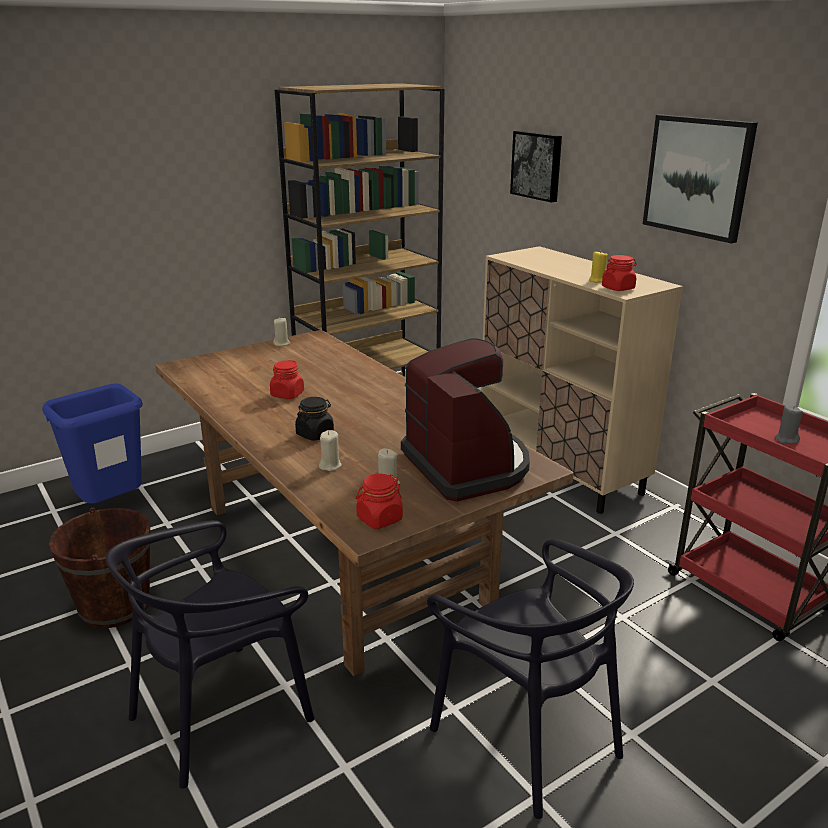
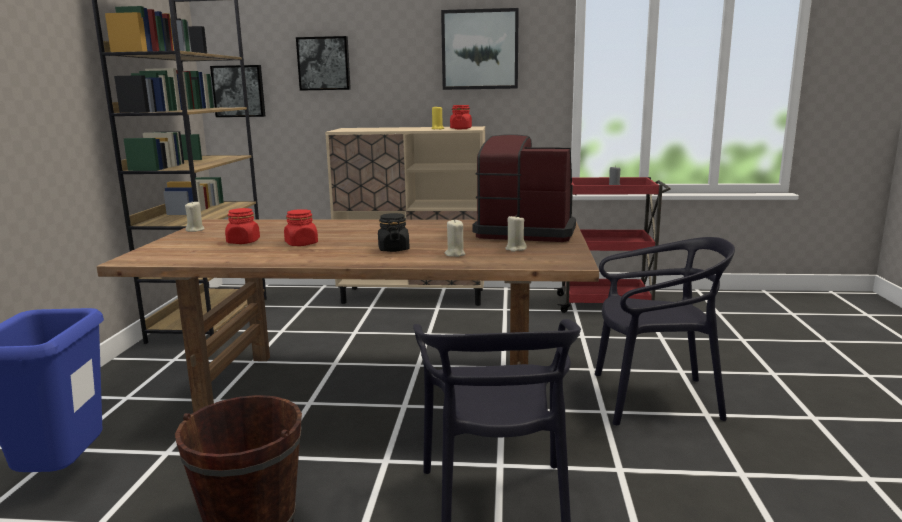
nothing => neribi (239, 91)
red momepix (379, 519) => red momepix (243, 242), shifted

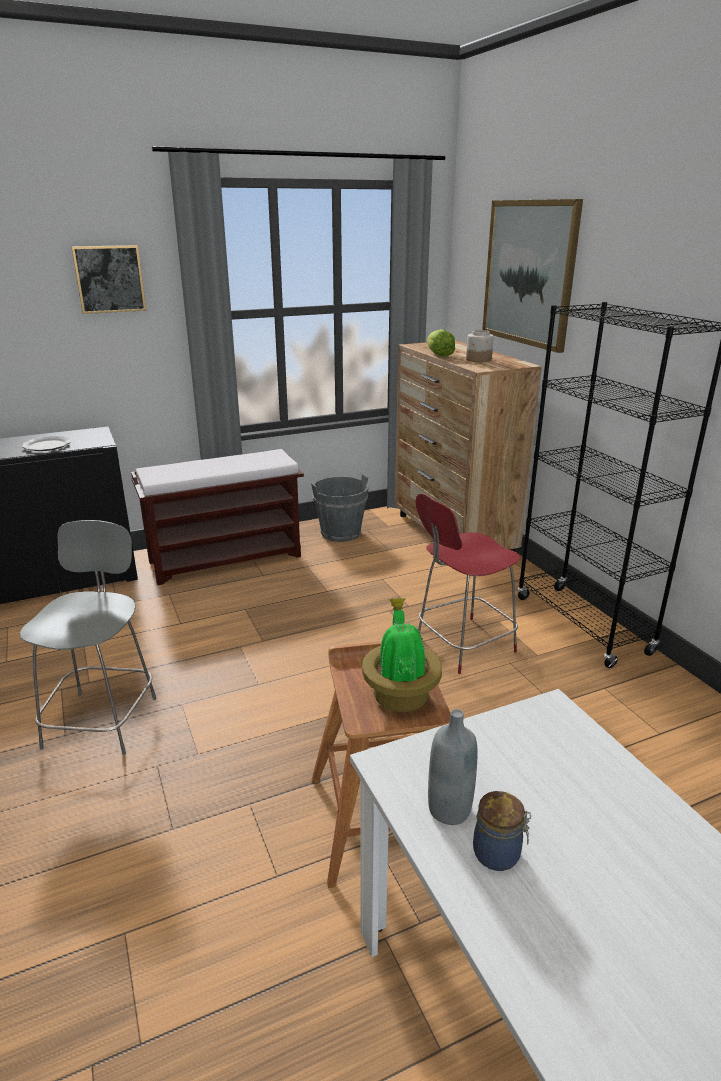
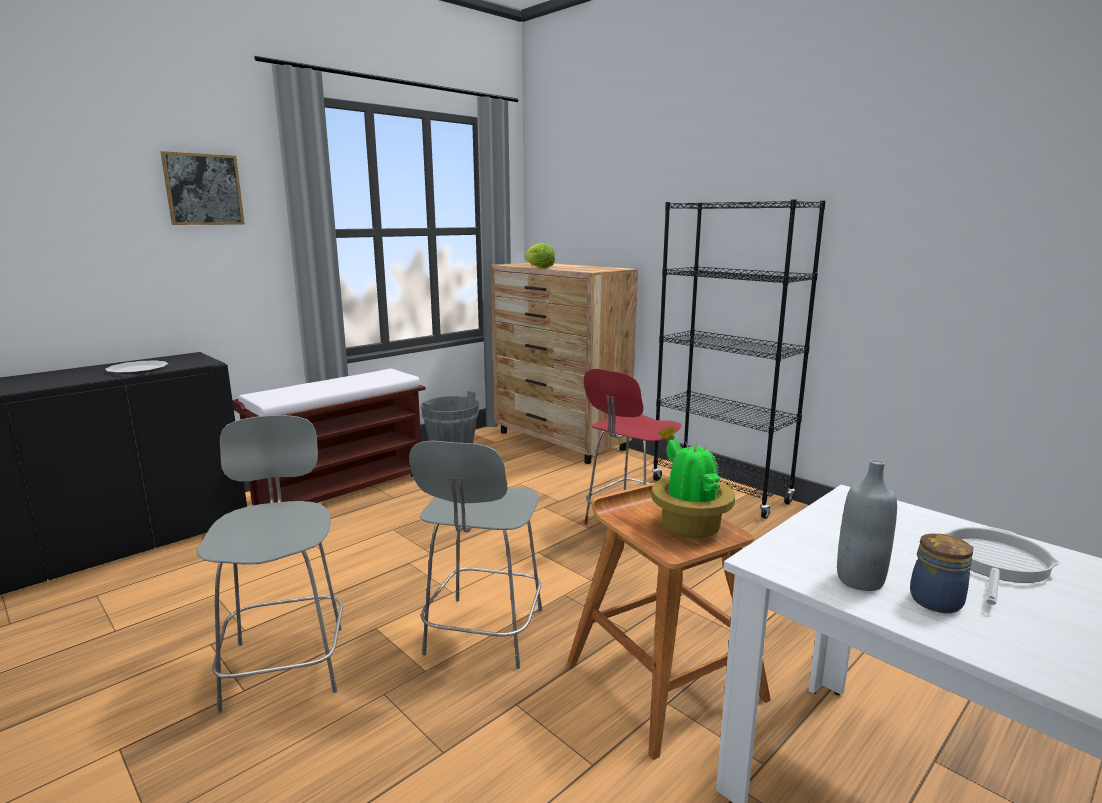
momepix (478, 360) => nothing
neribi (529, 273) => nothing
nothing => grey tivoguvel (483, 634)
nothing => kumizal (994, 563)

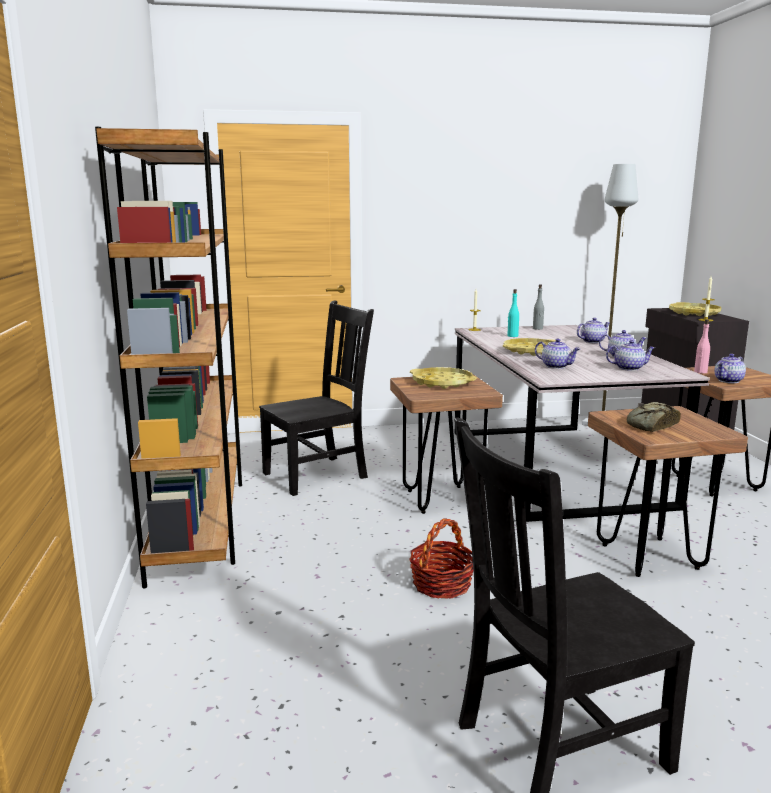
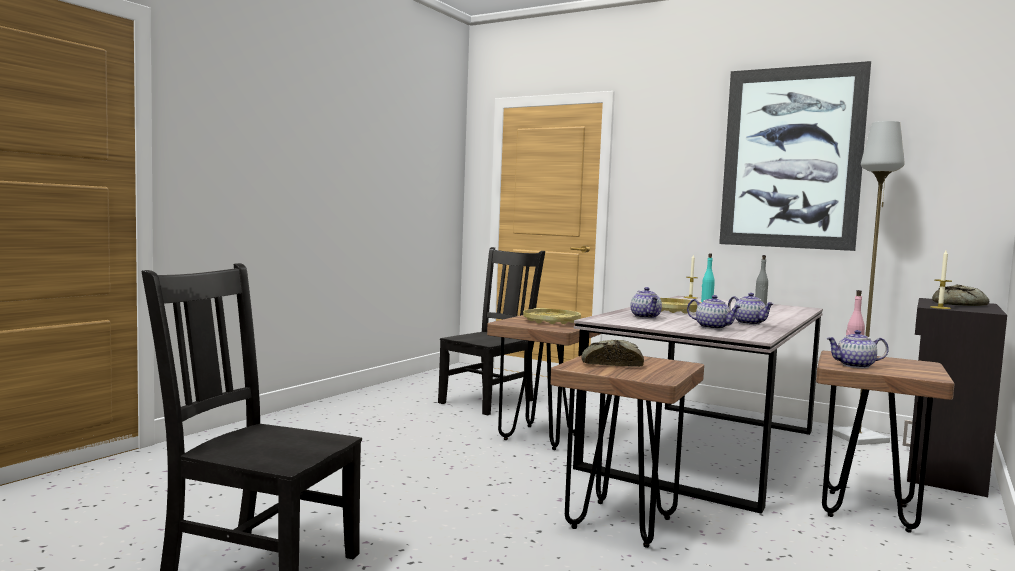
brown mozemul (200, 522) => nothing
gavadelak (441, 584) => nothing
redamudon (592, 341) => nothing
nothing => neribi (791, 158)
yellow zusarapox (694, 313) => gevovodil (960, 304)
black tivoguvel (318, 475) => black tivoguvel (489, 401), 60 degrees counterclockwise

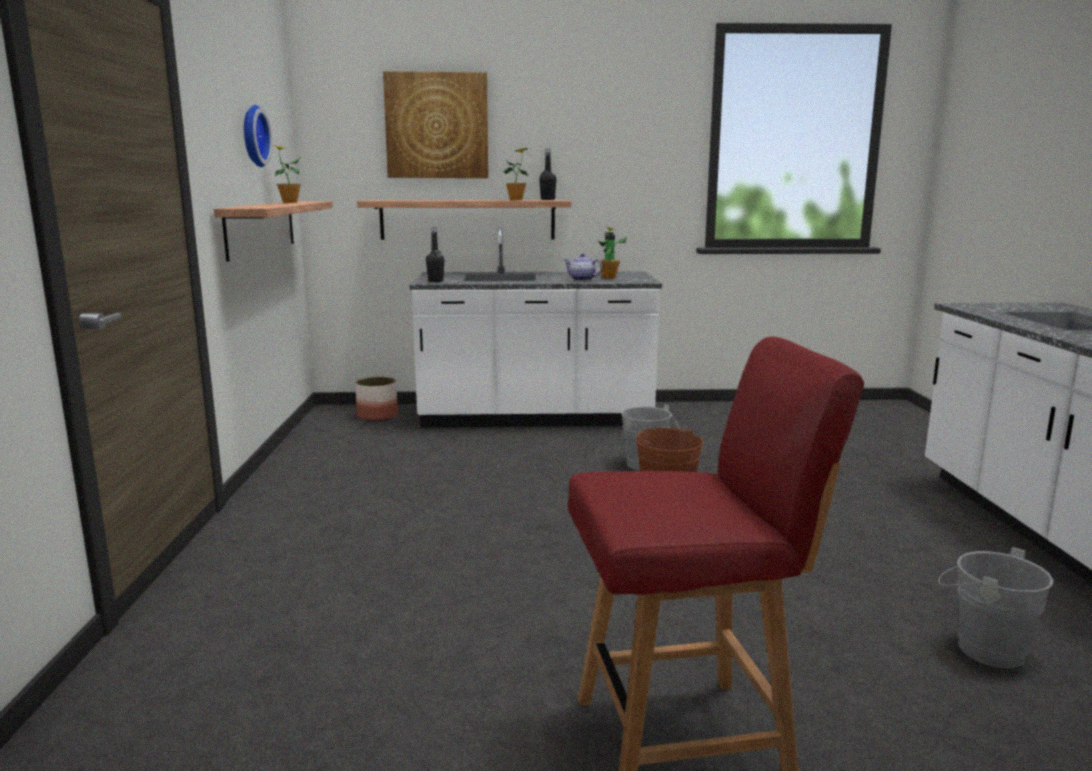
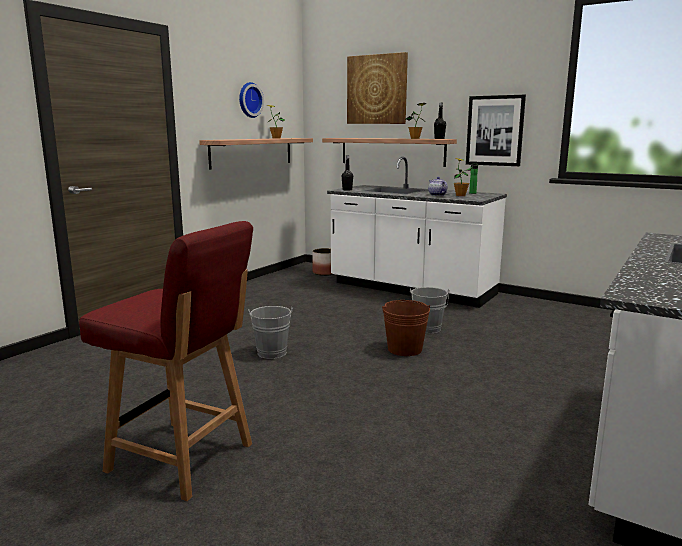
nothing => neribi (495, 130)
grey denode (983, 647) => grey denode (271, 351), shifted

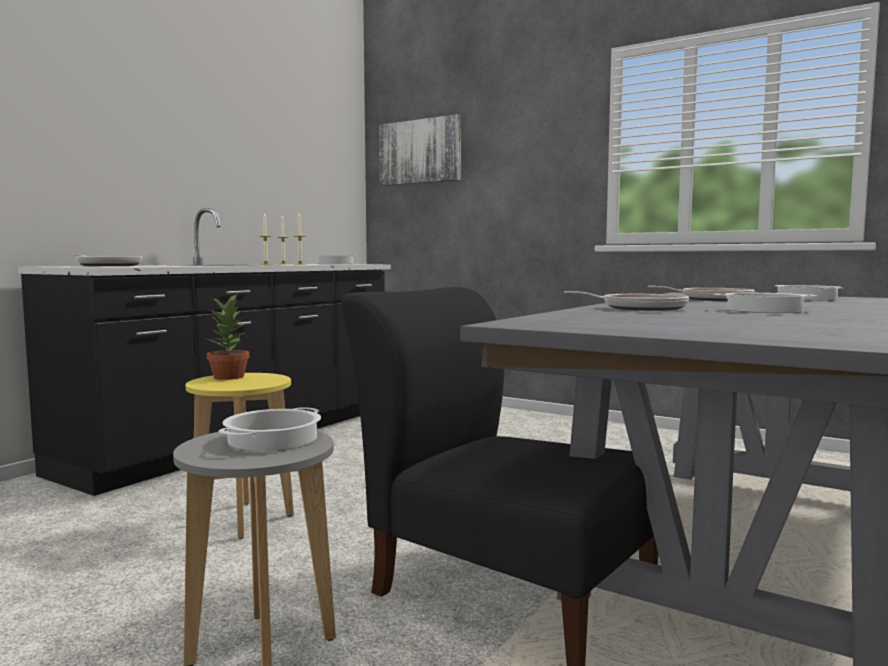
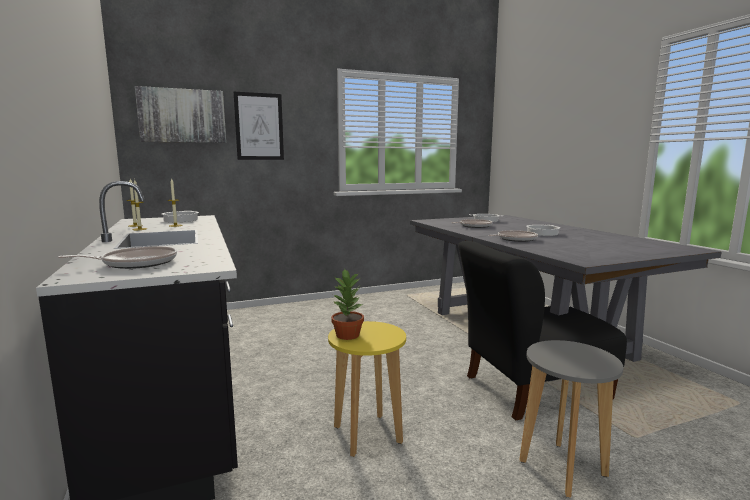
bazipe (272, 439) => nothing
nothing => neribi (259, 126)

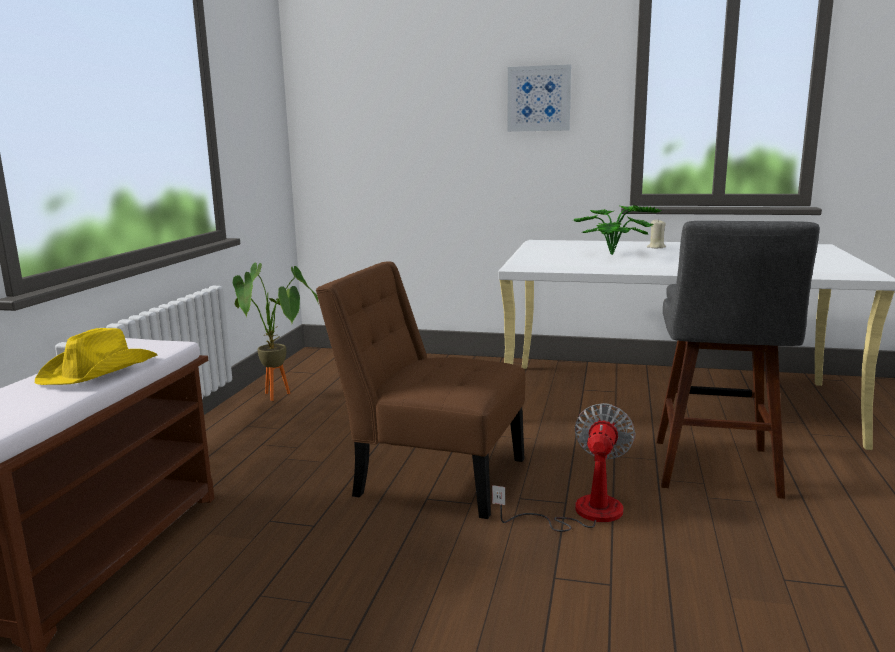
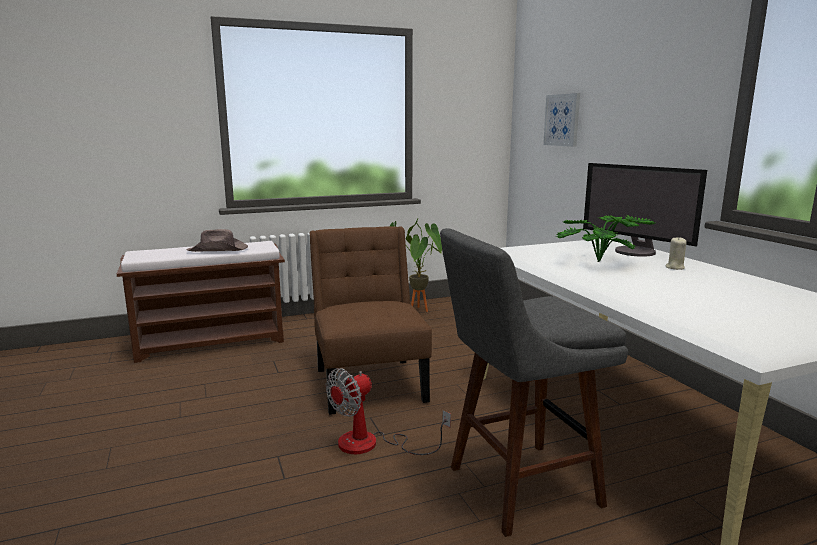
nothing => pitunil (636, 252)
neribi (539, 98) => neribi (562, 120), shifted
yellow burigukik (100, 370) => brown burigukik (218, 250)
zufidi (582, 513) => zufidi (372, 444), 150 degrees clockwise

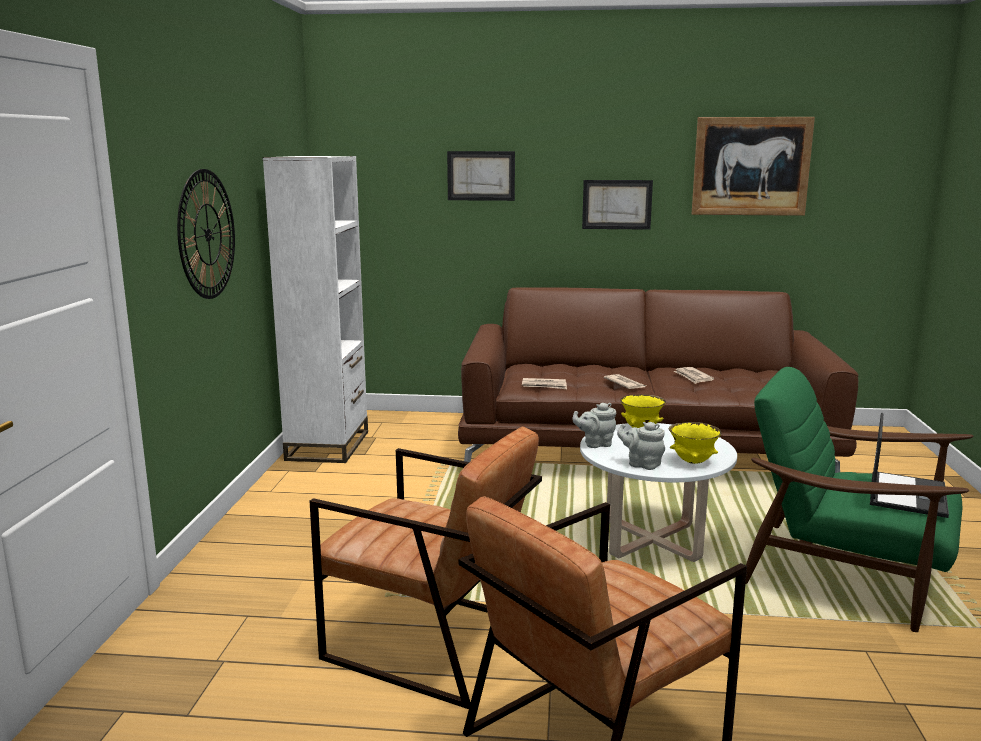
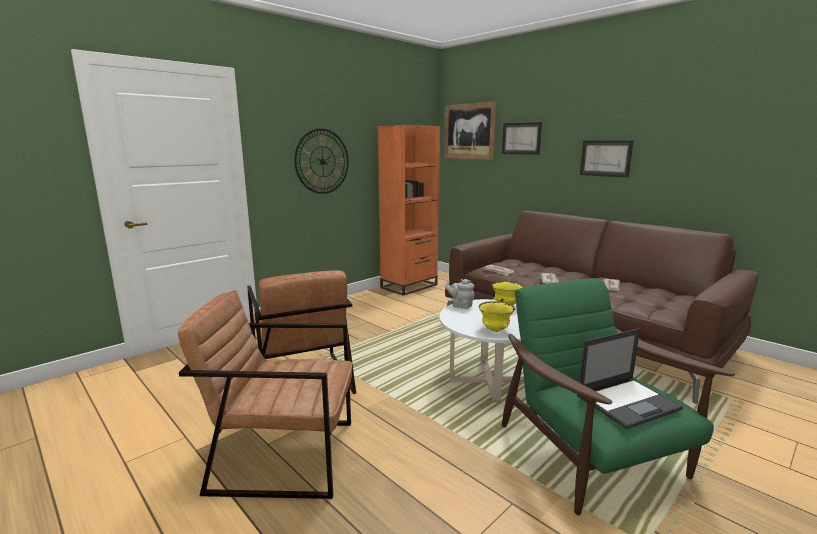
grey redamudon (642, 464) => nothing
neribi (751, 166) => neribi (469, 131), shifted
white mozemul (328, 445) => orange mozemul (409, 286)

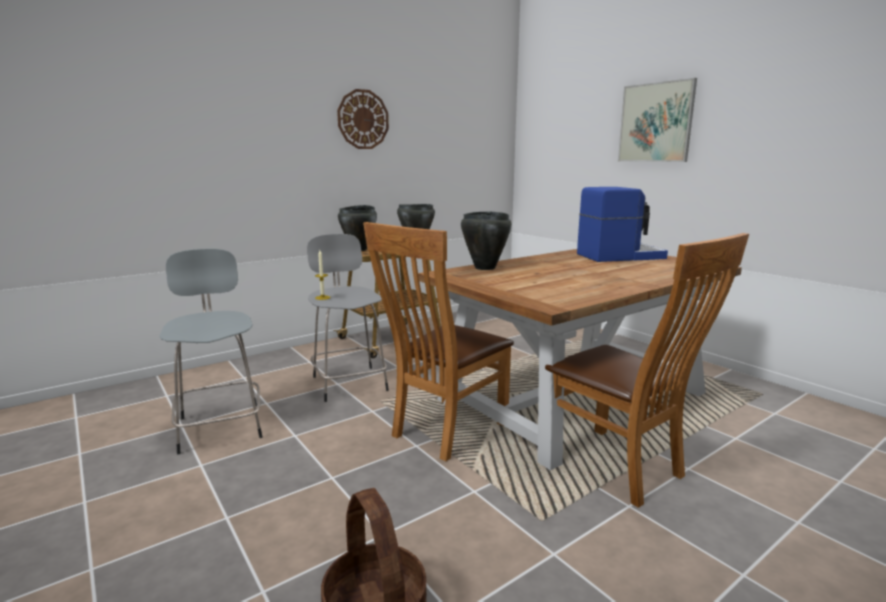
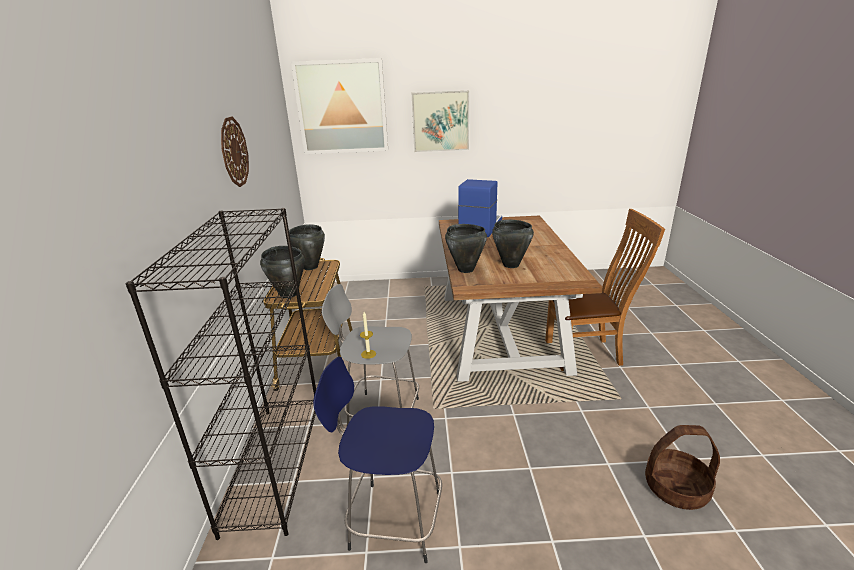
brown tivoguvel (443, 431) => nothing
nothing => black mozemul (275, 463)
nothing => neribi (342, 107)
nothing => black bazipe (511, 265)
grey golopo (220, 426) => blue golopo (392, 519)

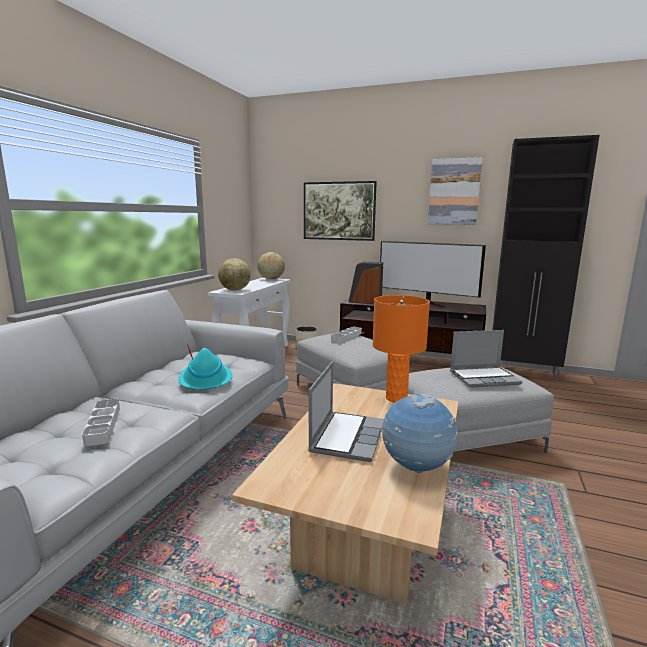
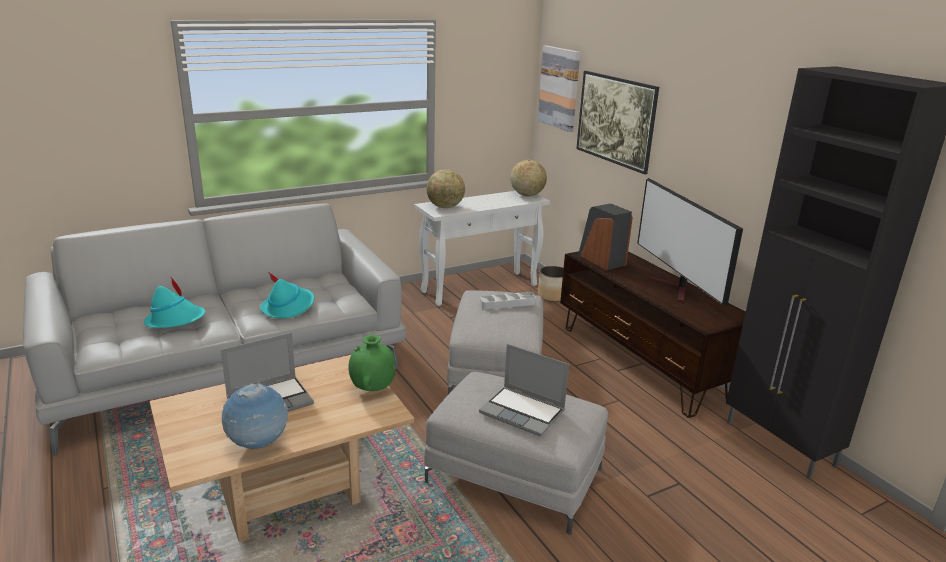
neribi (454, 192) => neribi (559, 88), shifted
grey zusarapox (103, 425) => turquoise burigukik (176, 320)
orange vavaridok (396, 398) => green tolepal (373, 389)

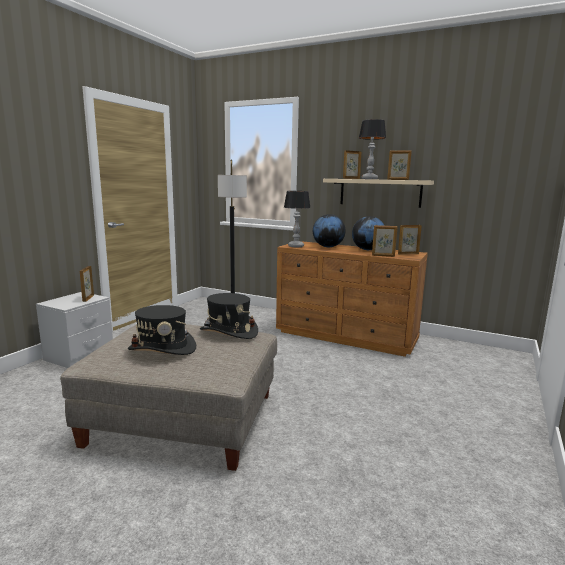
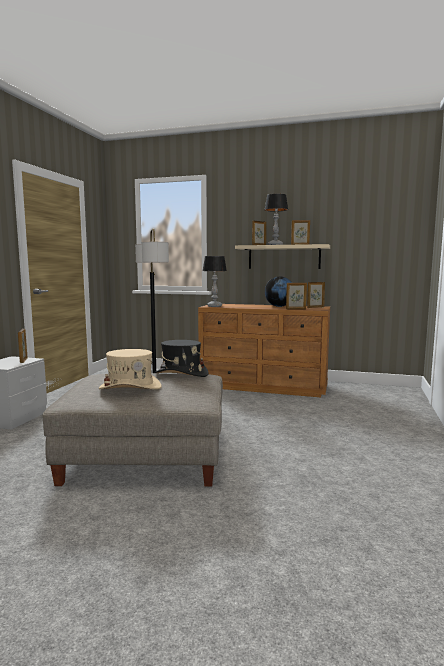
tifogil (328, 247) => nothing
black burigukik (162, 348) => beige burigukik (130, 387)

